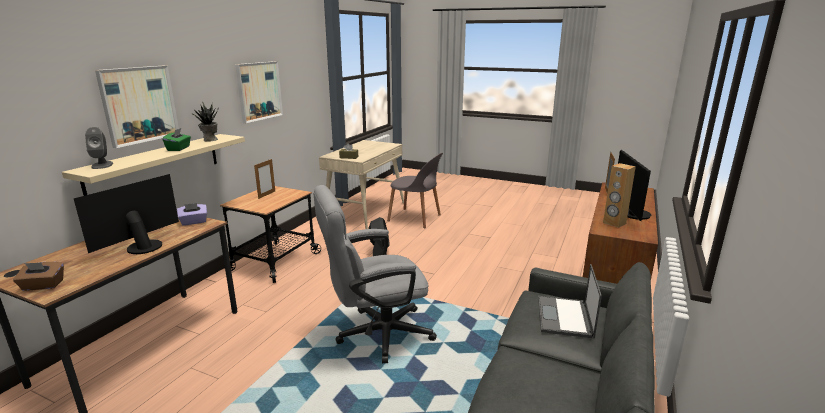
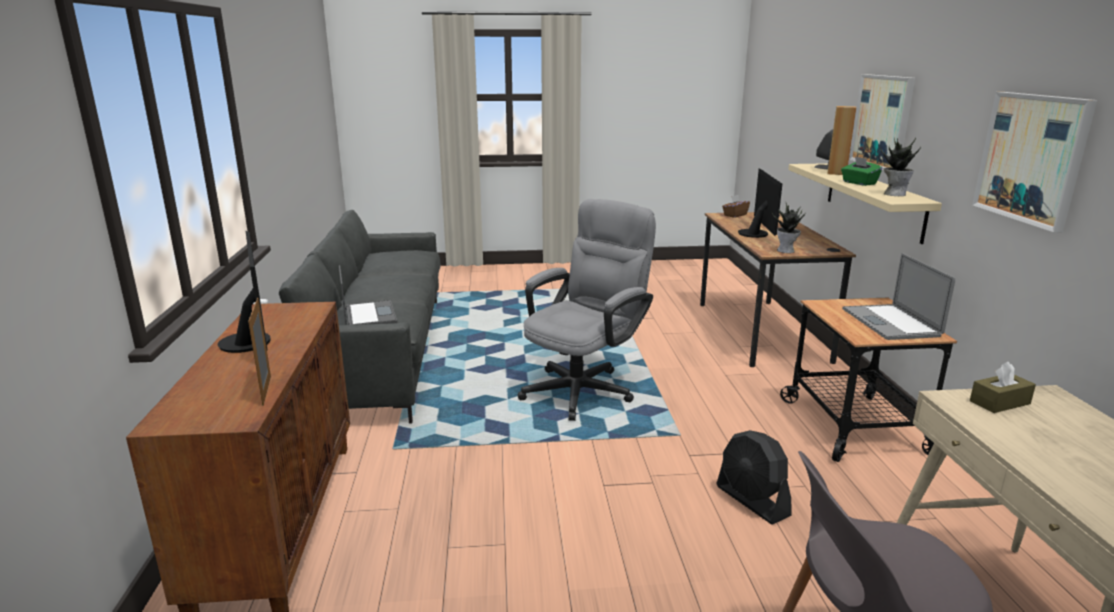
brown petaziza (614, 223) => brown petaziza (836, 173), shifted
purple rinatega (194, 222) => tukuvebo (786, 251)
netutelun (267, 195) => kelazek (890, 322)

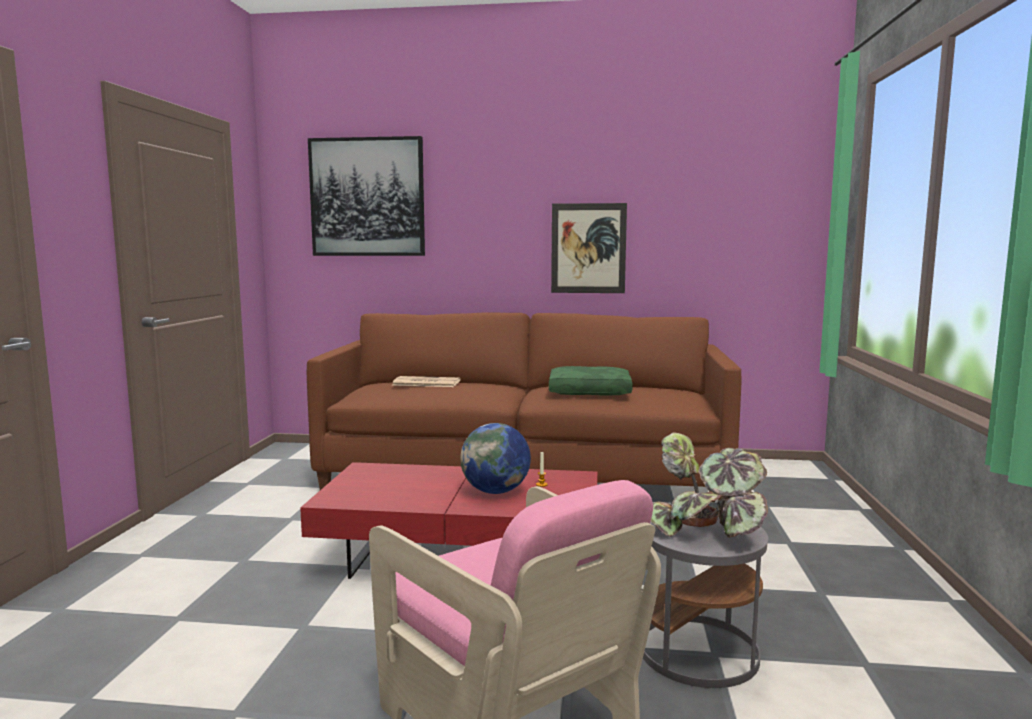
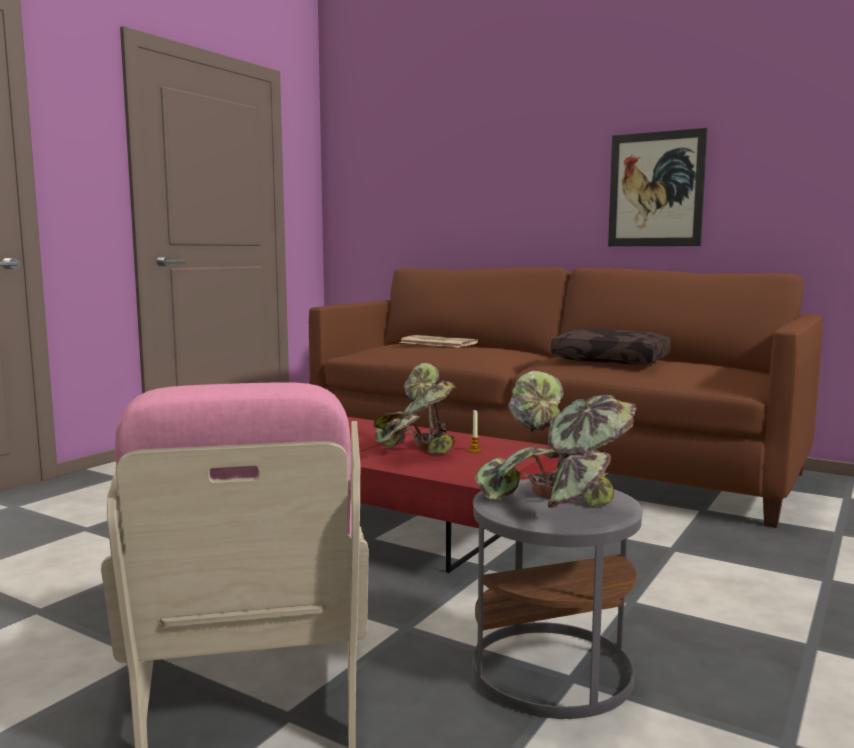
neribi (367, 197) => nothing
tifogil (495, 491) => tukuvebo (414, 450)
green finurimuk (590, 391) => brown finurimuk (612, 360)

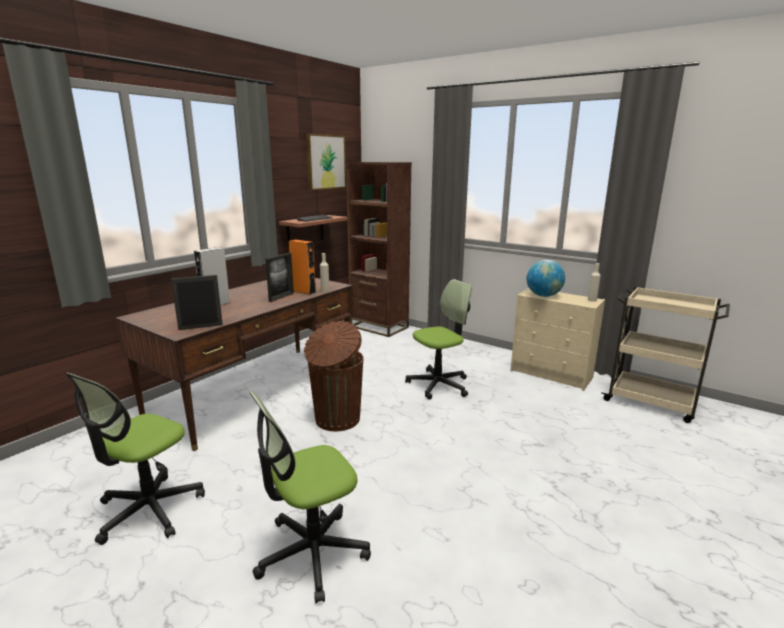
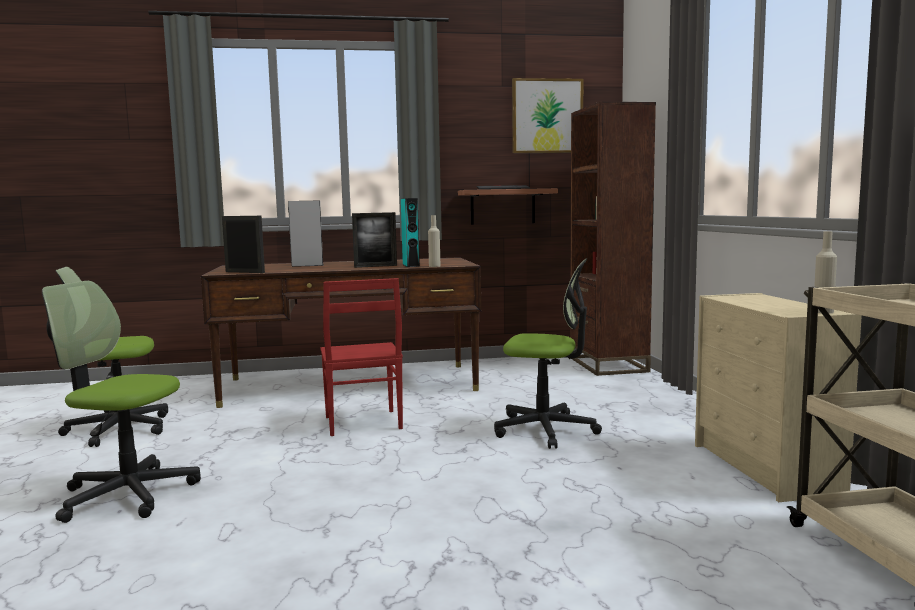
tifogil (543, 295) => nothing
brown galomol (336, 420) => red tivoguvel (362, 423)
orange petaziza (303, 291) => turquoise petaziza (411, 265)

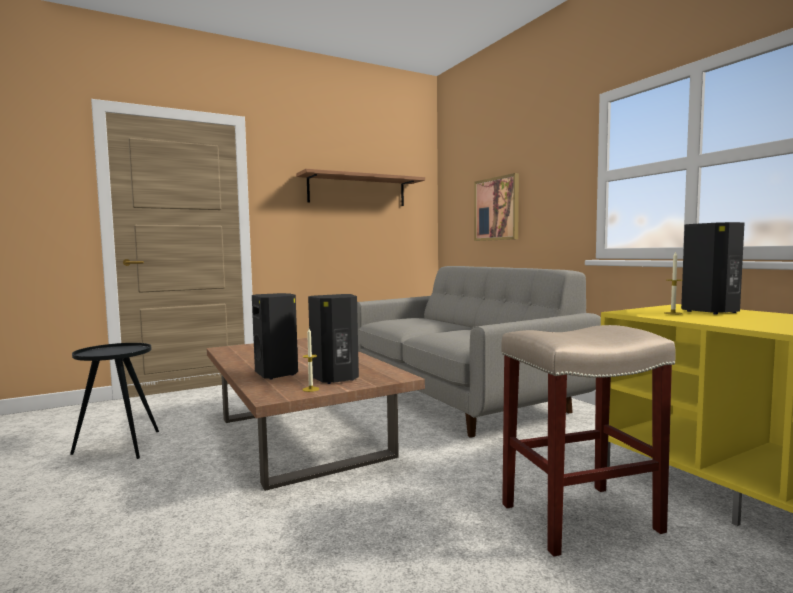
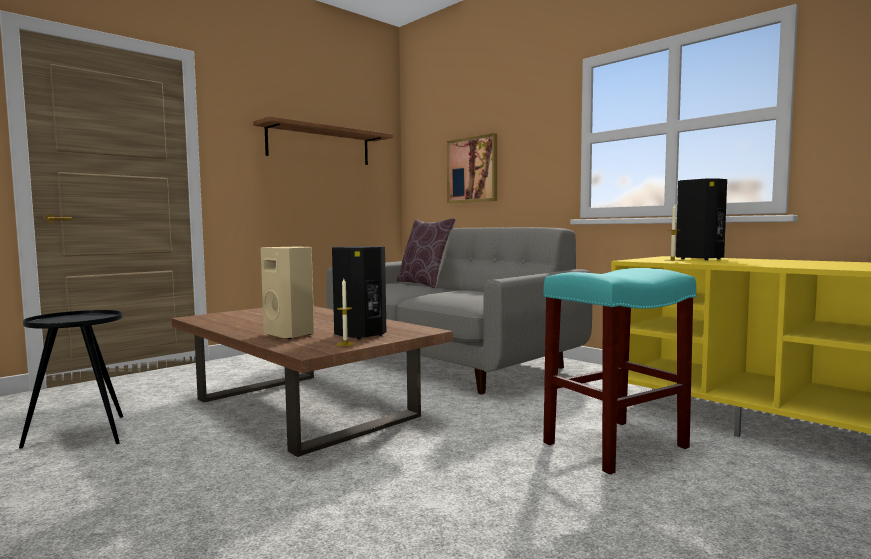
nothing => brown finurimuk (424, 284)
black petaziza (277, 374) => beige petaziza (291, 334)
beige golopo (578, 518) => turquoise golopo (614, 446)

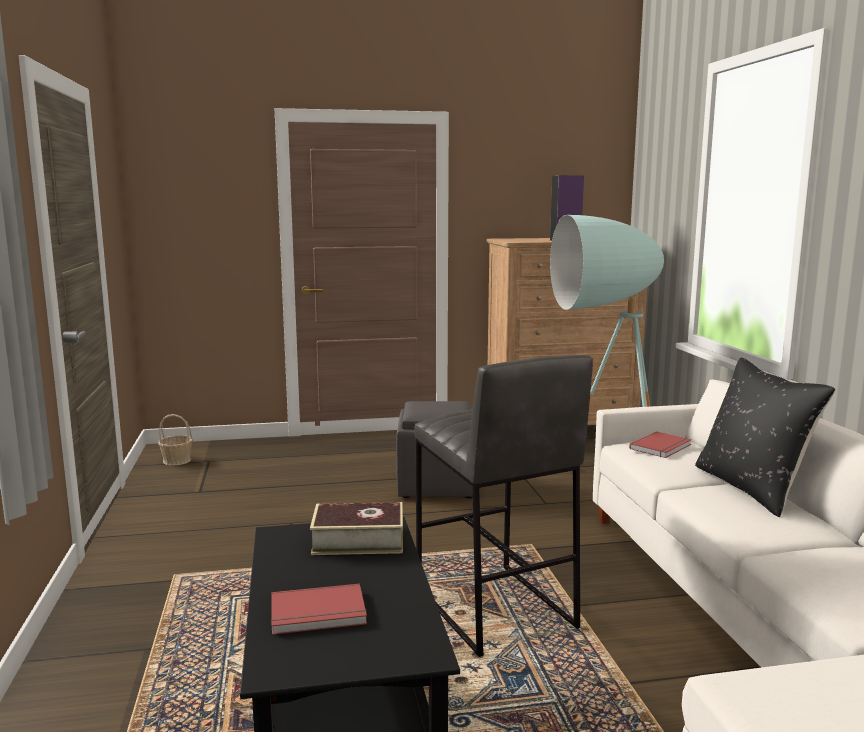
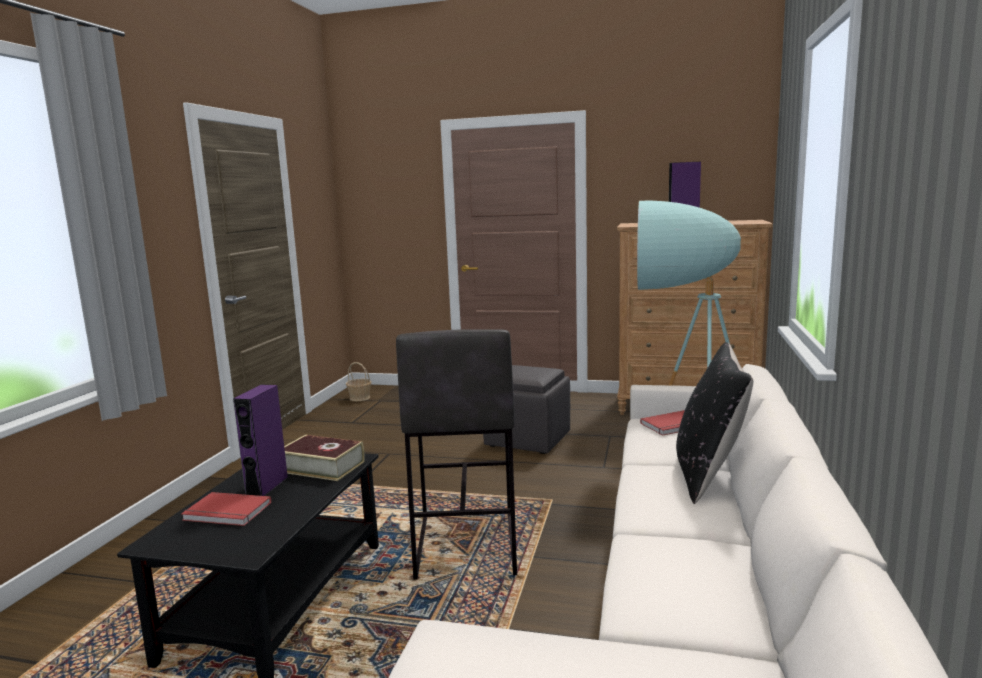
nothing => purple petaziza (267, 486)

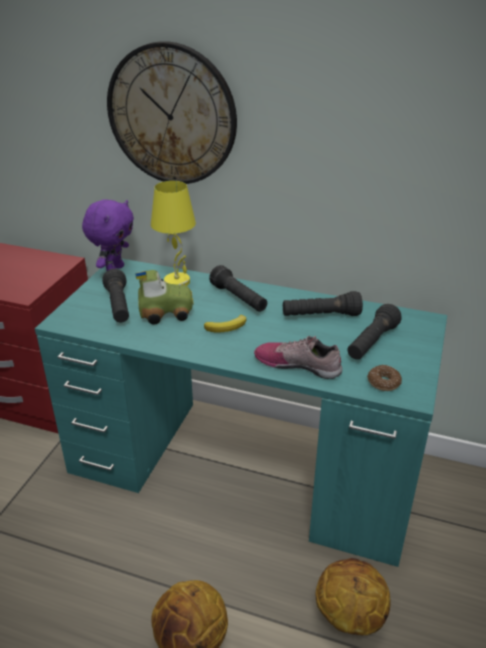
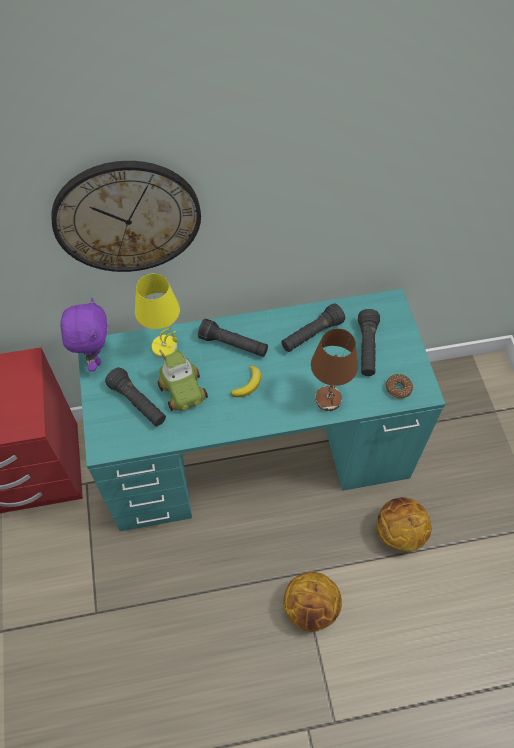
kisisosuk (298, 364) => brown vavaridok (329, 400)
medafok (165, 311) => medafok (184, 390), 105 degrees clockwise

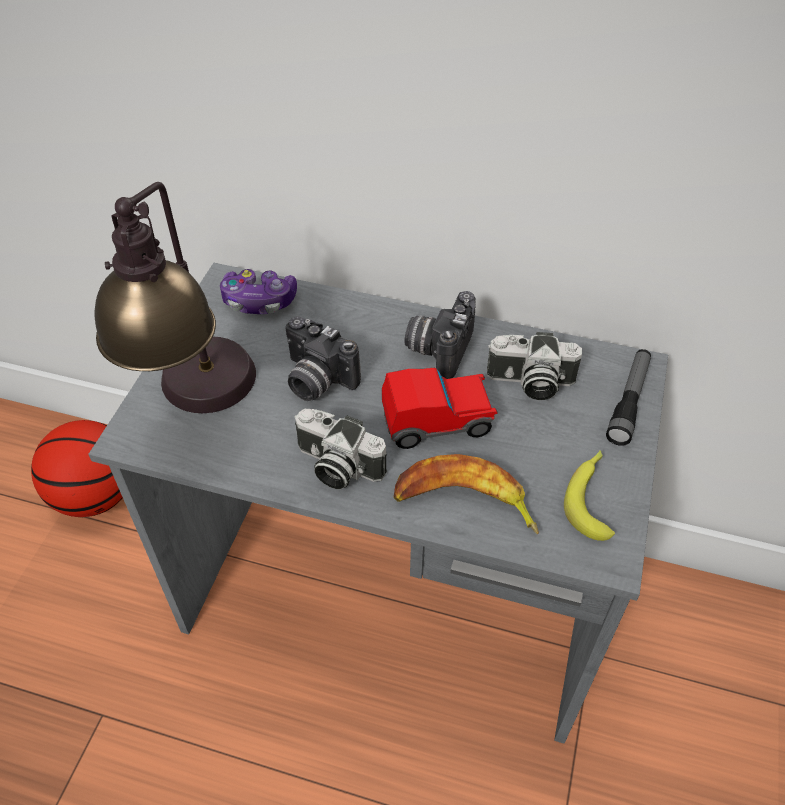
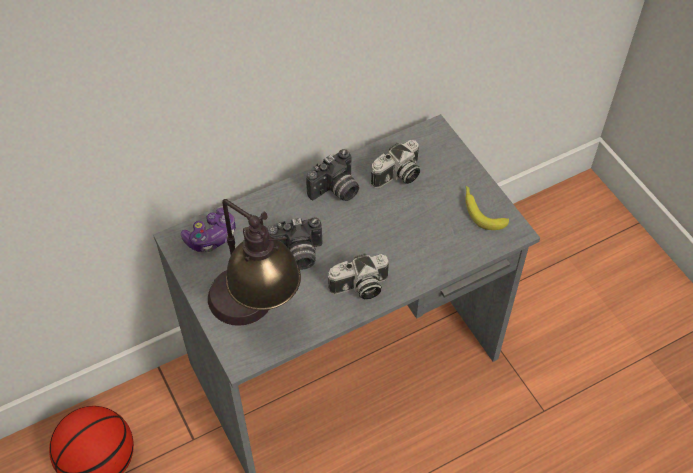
medafok (437, 422) => nothing
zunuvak (464, 503) => nothing
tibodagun (629, 402) => nothing
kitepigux (438, 348) => kitepigux (336, 191), 105 degrees counterclockwise

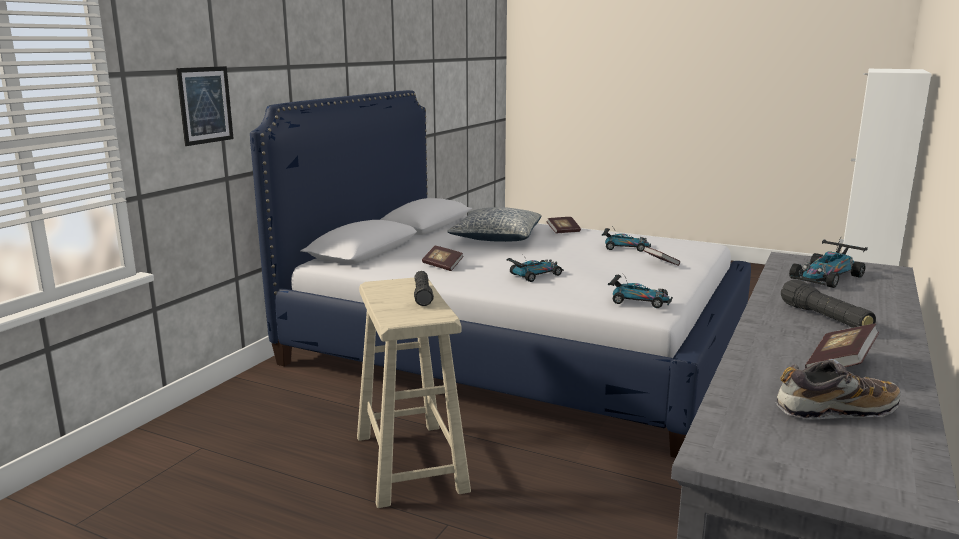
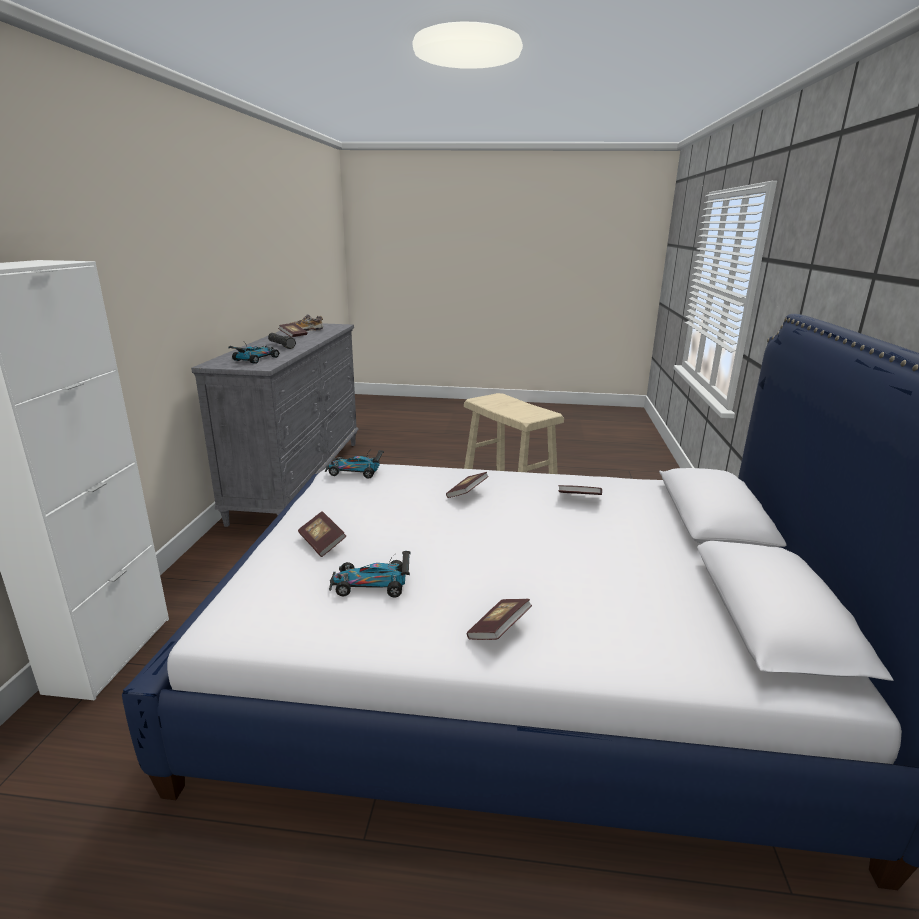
neribi (205, 105) => nothing
black tibodagun (422, 295) => nothing
finurimuk (496, 237) => nothing
medafok (535, 275) => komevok (467, 493)

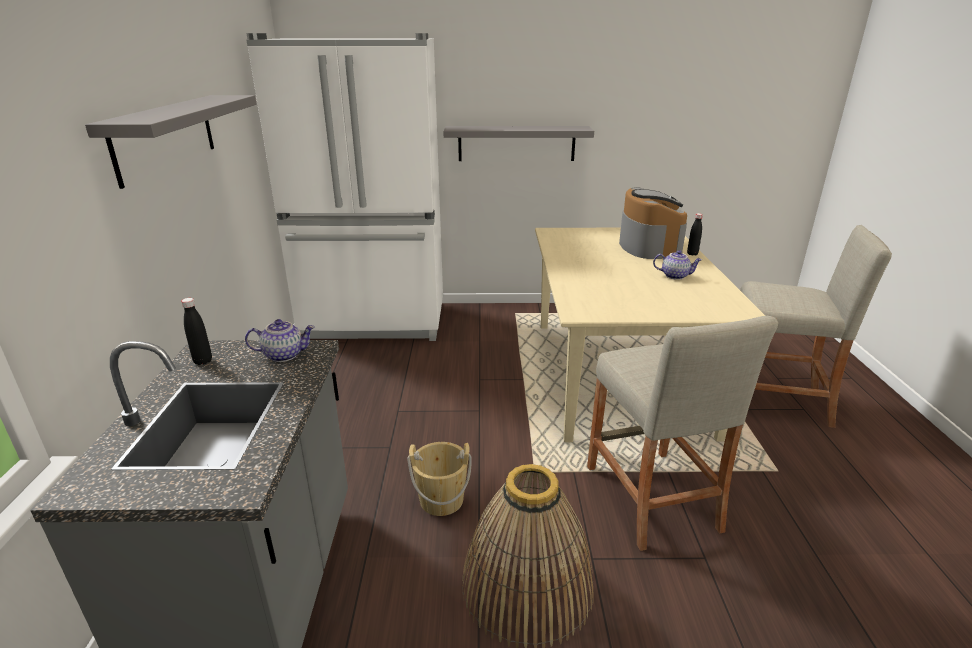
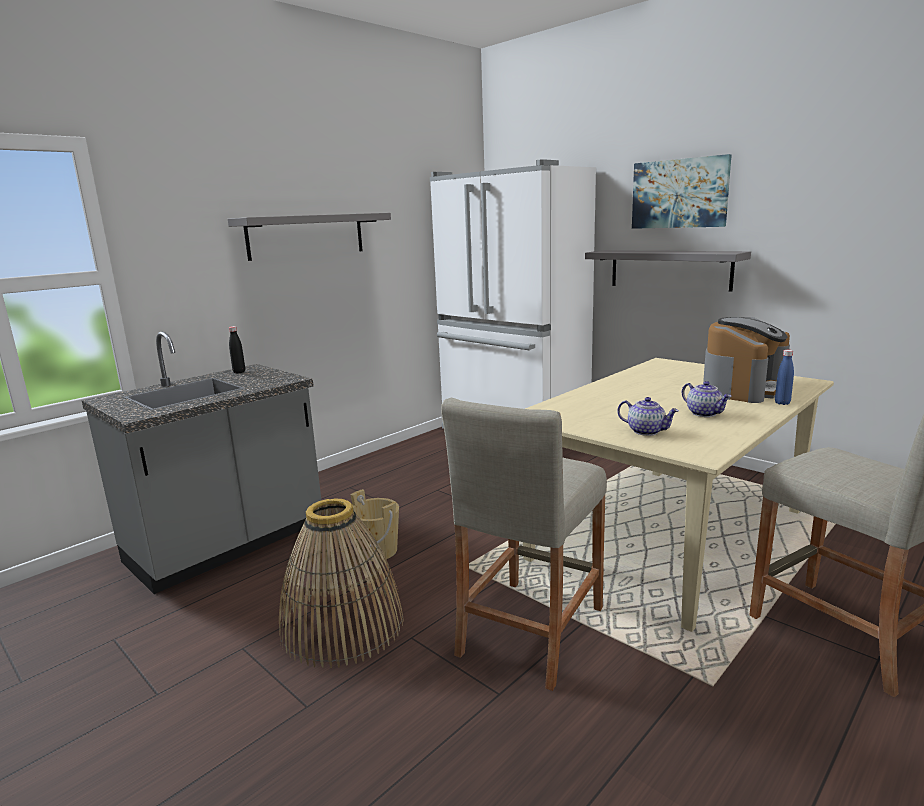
nothing => neribi (679, 193)
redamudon (284, 354) => redamudon (646, 431), shifted
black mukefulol (692, 254) => blue mukefulol (782, 403)

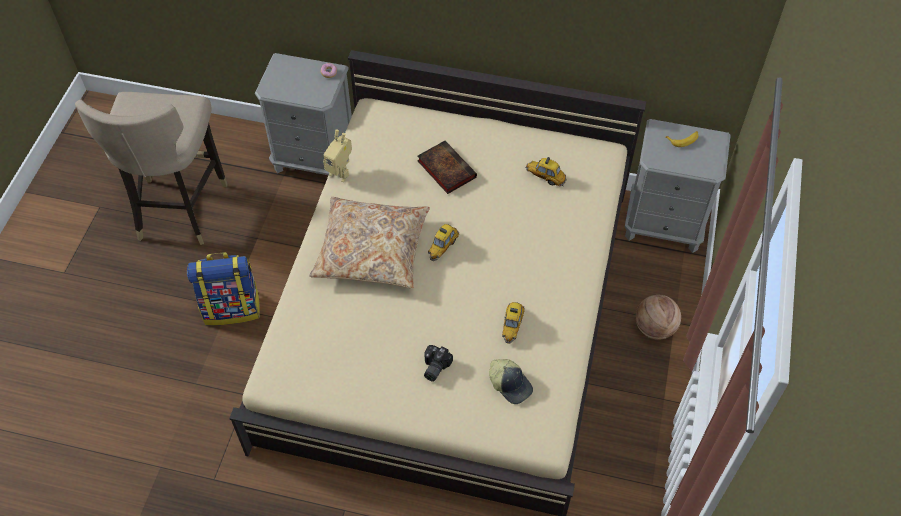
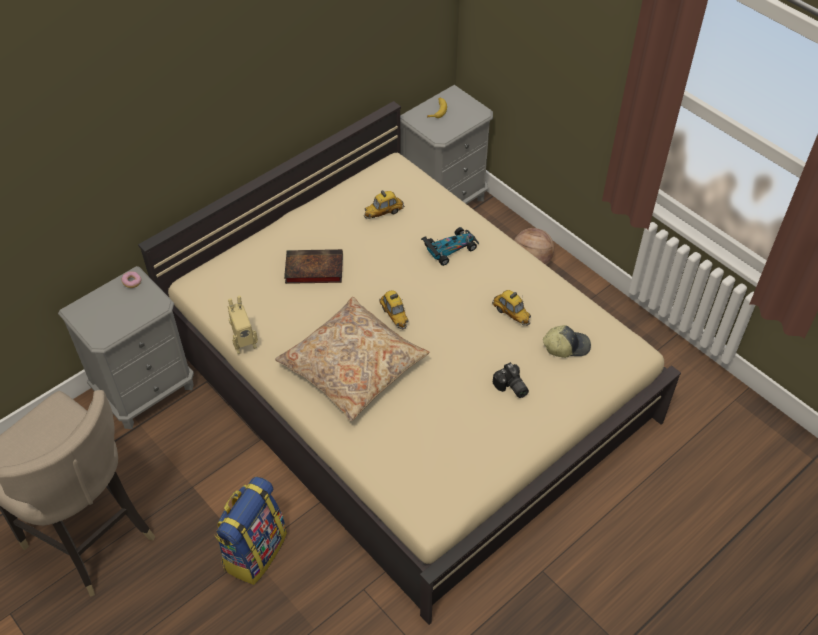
nothing => medafok (450, 249)

